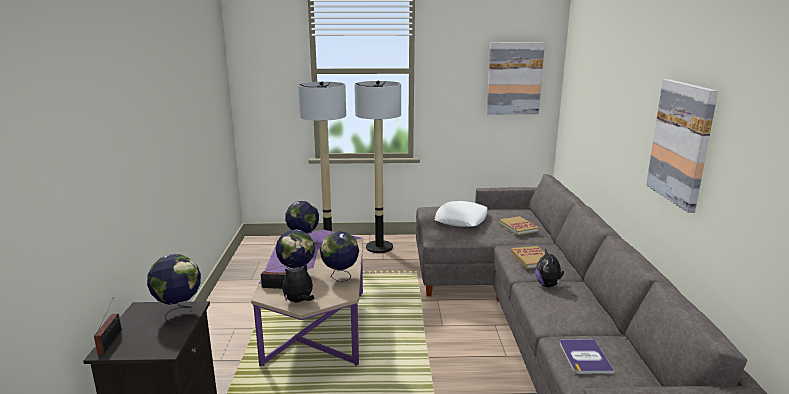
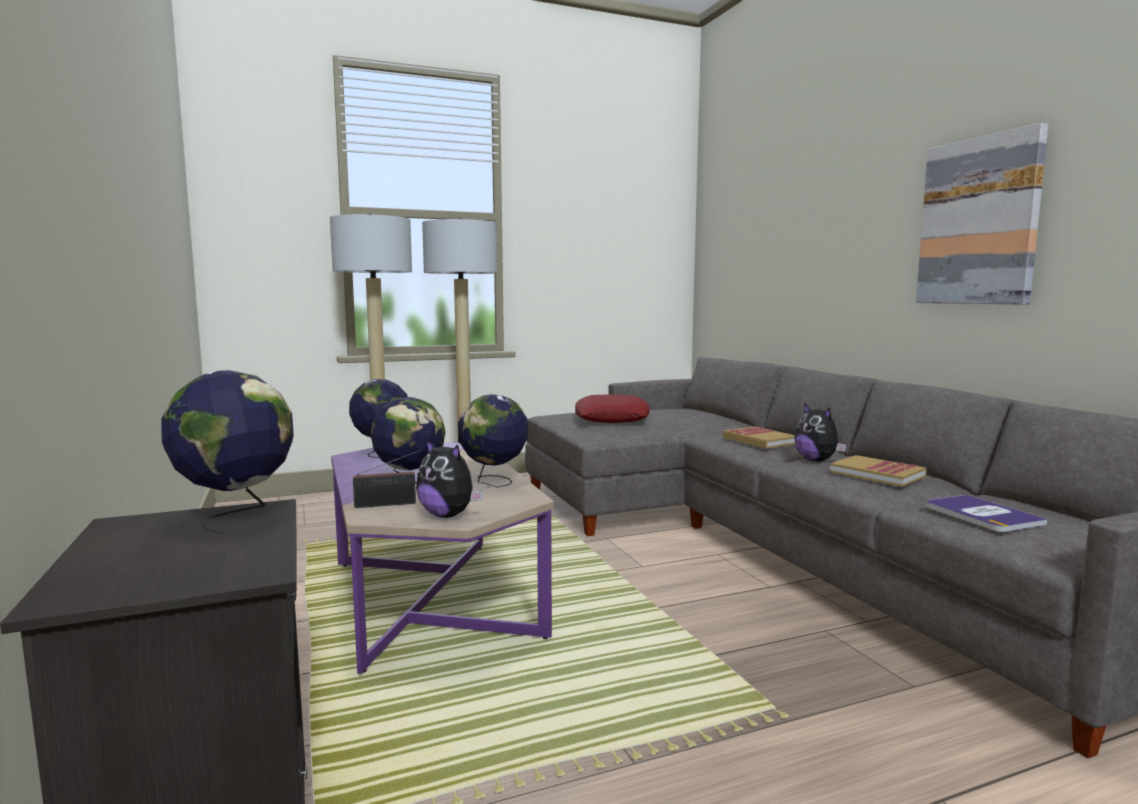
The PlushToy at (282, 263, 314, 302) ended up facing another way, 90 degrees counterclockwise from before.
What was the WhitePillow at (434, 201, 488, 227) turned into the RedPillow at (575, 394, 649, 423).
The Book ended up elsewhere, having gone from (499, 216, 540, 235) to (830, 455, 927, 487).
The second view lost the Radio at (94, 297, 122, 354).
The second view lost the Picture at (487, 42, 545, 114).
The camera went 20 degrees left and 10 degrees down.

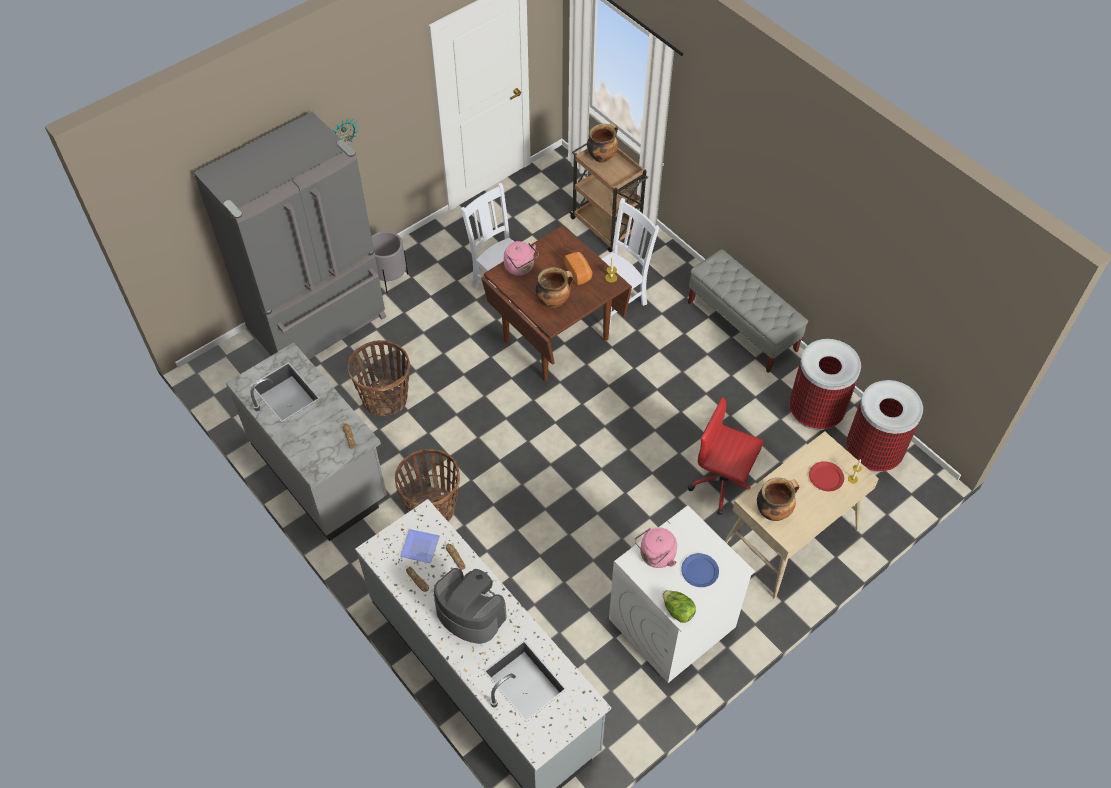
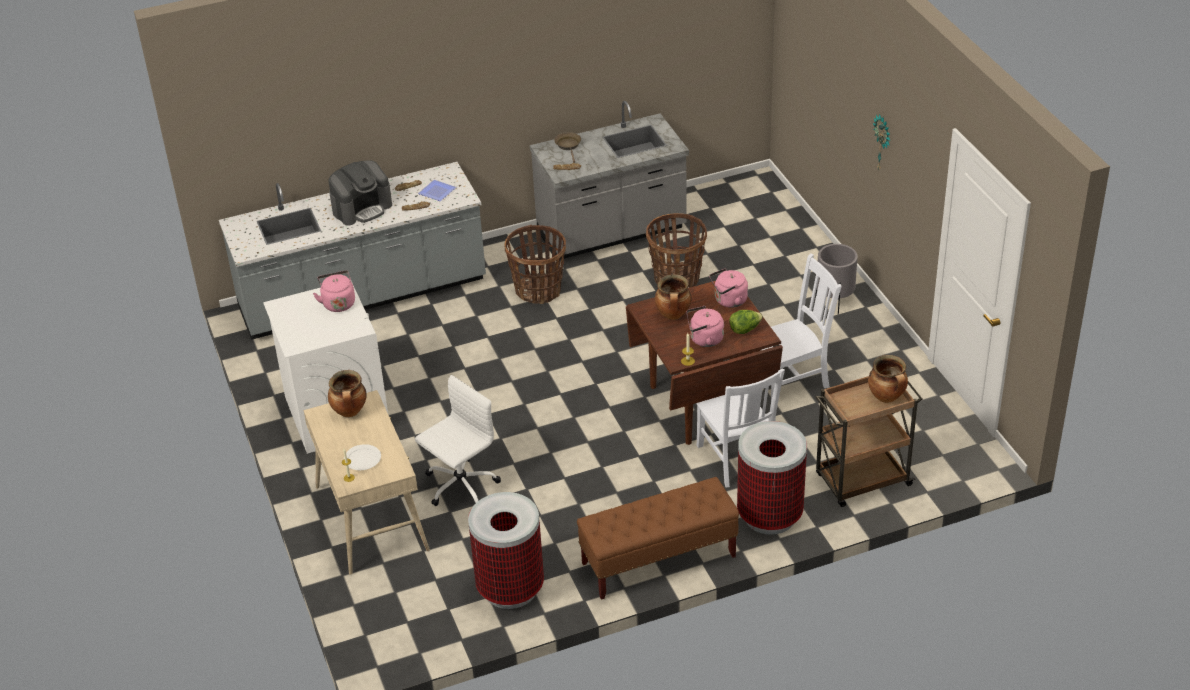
What was the RedPlate at (809, 461, 844, 491) turned into the WhitePlate at (344, 444, 381, 470).
What was the RedOfficeChair at (688, 397, 764, 515) turned into the WhiteOfficeChair at (415, 375, 501, 506).
The second view gained the BrownFryingPan at (554, 132, 581, 163).
What was the GreyBench at (688, 249, 808, 373) turned into the BrownBench at (577, 477, 739, 600).
Where the Bread stood at (564, 252, 592, 285), the PinkKettle came to stand at (686, 306, 724, 347).
The Lettuce ended up elsewhere, having gone from (663, 590, 696, 623) to (729, 310, 763, 334).
The TrashCan ended up elsewhere, having gone from (846, 380, 923, 472) to (737, 421, 807, 535).
The second view lost the GreyFridge at (194, 112, 386, 359).
The second view lost the BluePlate at (681, 553, 719, 587).
The camera went 110 degrees right and 15 degrees down.

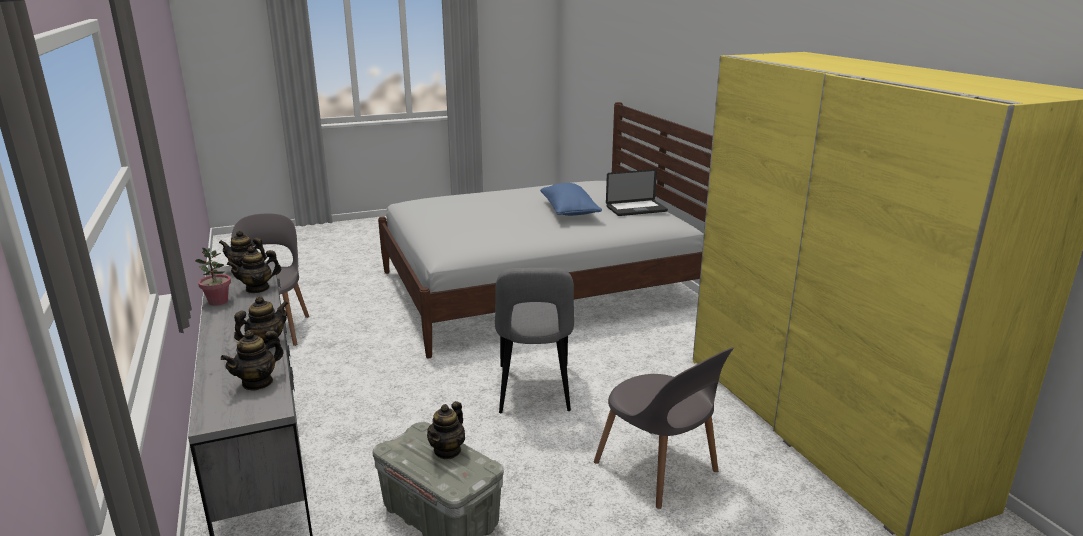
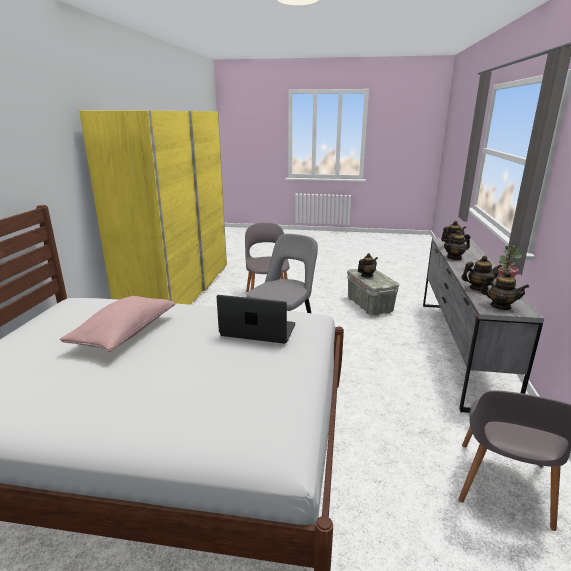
What was the BluePillow at (540, 183, 602, 216) turned into the PinkPillow at (60, 296, 175, 352).
The Laptop ended up elsewhere, having gone from (606, 169, 668, 216) to (217, 295, 295, 344).
The camera went 150 degrees left and 0 degrees up.

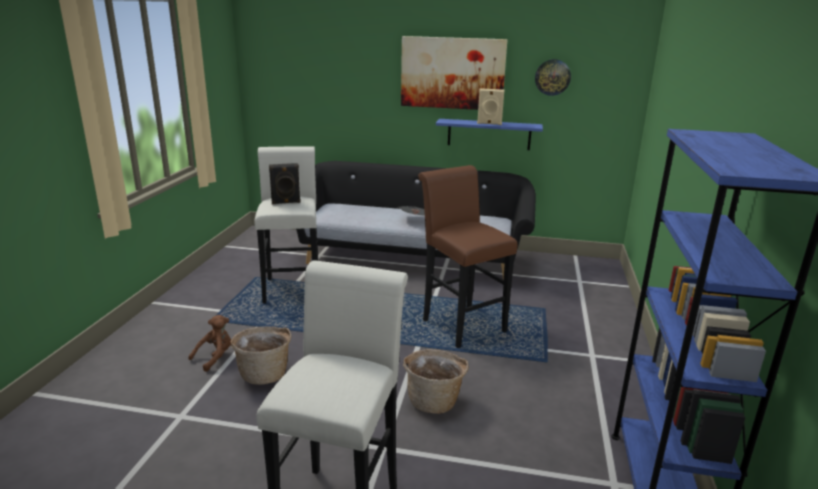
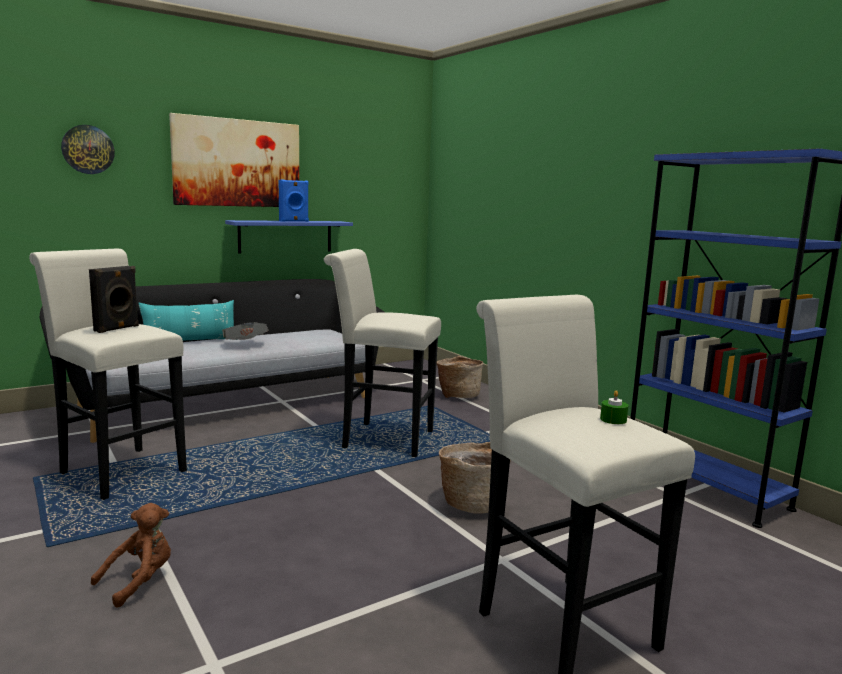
The WallClock ended up elsewhere, having gone from (535, 59, 571, 96) to (61, 125, 115, 174).
The BrownPlushToy at (189, 315, 231, 372) ended up facing another way, 45 degrees clockwise from before.
The second view gained the TurquoisePillow at (139, 300, 234, 341).
What was the BeigeSpeaker at (477, 88, 505, 125) turned into the BlueSpeaker at (279, 179, 309, 222).
What was the BrownStool at (418, 165, 518, 348) turned into the WhiteStool at (324, 249, 441, 457).
The Basket ended up elsewhere, having gone from (231, 326, 291, 385) to (437, 356, 483, 398).
The second view gained the GreenCandle at (600, 390, 629, 424).
The camera went 45 degrees left and 10 degrees down.

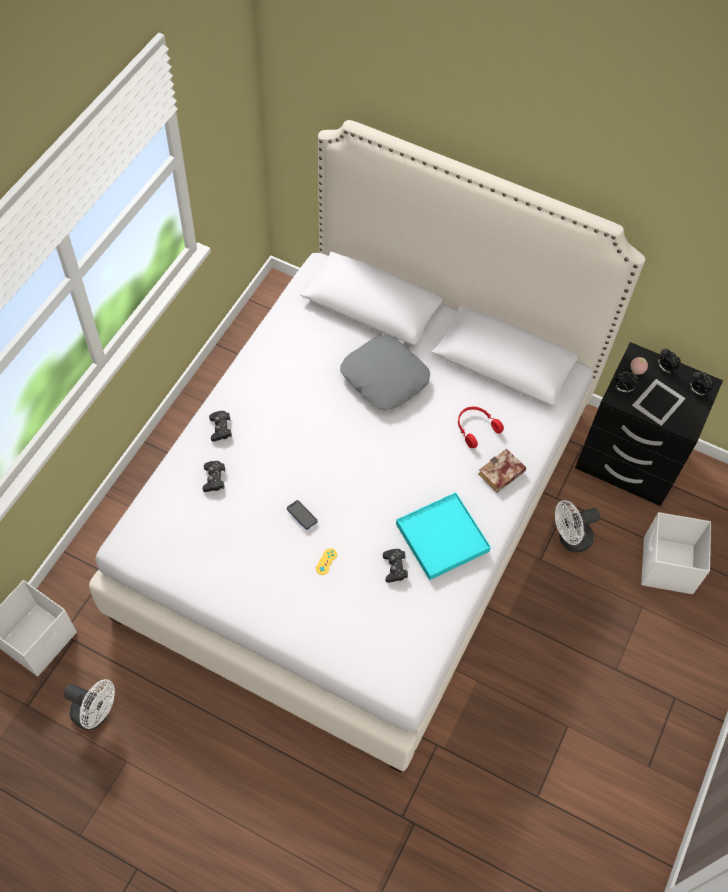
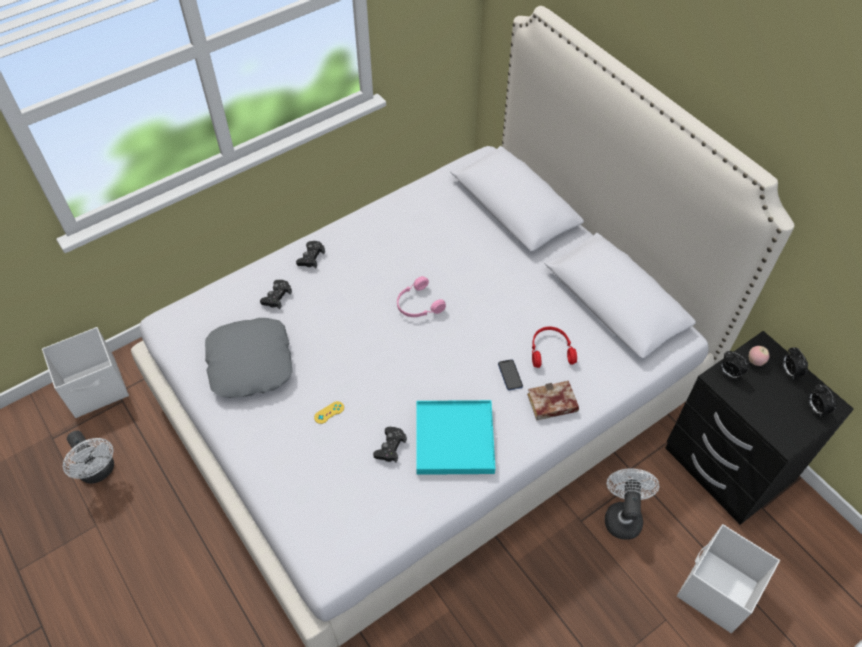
The GreyPillow ended up elsewhere, having gone from (340, 335, 430, 410) to (205, 318, 293, 398).
The second view gained the PinkHeadphones at (397, 276, 446, 317).
The Phone ended up elsewhere, having gone from (287, 500, 318, 530) to (498, 359, 523, 390).
The WhiteFan at (555, 500, 600, 552) ended up facing another way, 90 degrees clockwise from before.
The second view lost the PictureFrame at (632, 379, 685, 426).
The camera went 30 degrees right and 5 degrees down.

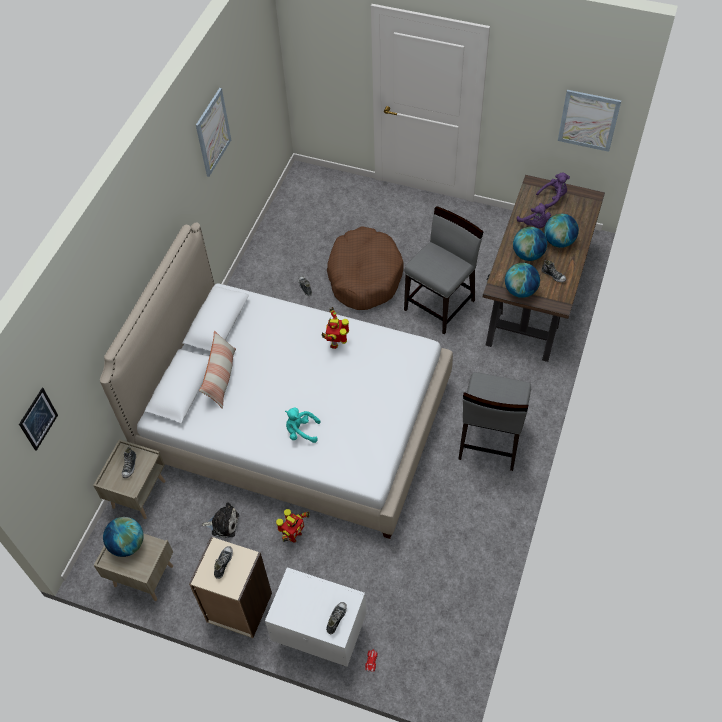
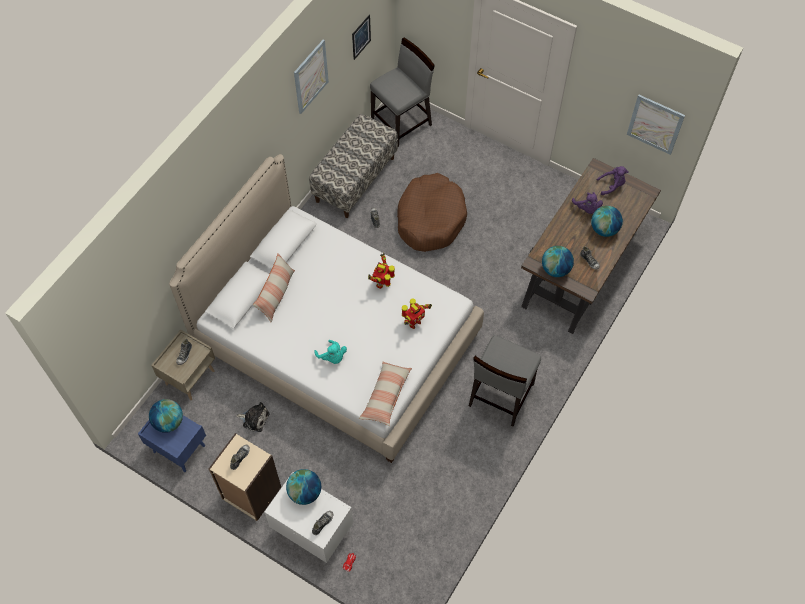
What was the BeigeNightstand at (94, 533, 173, 601) turned into the BlueNightstand at (138, 415, 206, 472).
The Globe ended up elsewhere, having gone from (513, 227, 547, 261) to (286, 469, 321, 505).
The second view gained the Bench at (309, 114, 398, 218).
The TurquoisePlushToy at (285, 407, 321, 443) ended up facing another way, 150 degrees counterclockwise from before.
The Picture ended up elsewhere, having gone from (19, 388, 58, 451) to (352, 15, 371, 60).
The second view gained the Pillow at (359, 362, 412, 426).
The GreyChair ended up elsewhere, having gone from (404, 206, 484, 334) to (370, 38, 435, 147).
The ToyRobot ended up elsewhere, having gone from (276, 509, 310, 542) to (402, 298, 432, 329).
The camera went 10 degrees right and 5 degrees up.

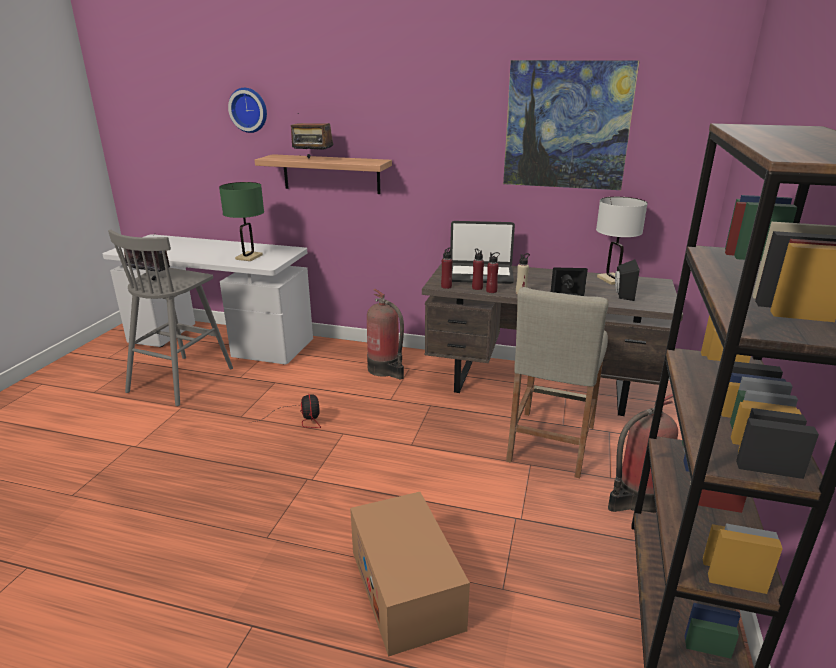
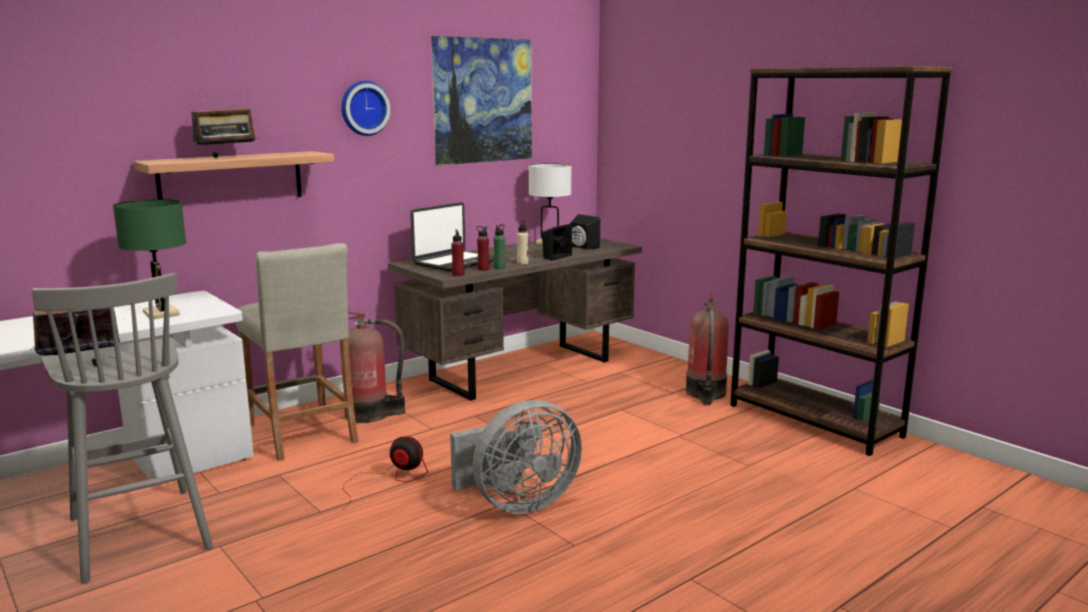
The BeigeStool ended up elsewhere, having gone from (506, 287, 609, 478) to (236, 243, 358, 461).
The WallClock ended up elsewhere, having gone from (228, 88, 267, 133) to (341, 81, 390, 136).
The second view gained the GreyFan at (450, 400, 582, 514).
What was the RedBottle at (486, 252, 500, 293) turned into the GreenBottle at (494, 224, 506, 269).
The second view lost the CardboardBox at (350, 492, 470, 657).
The camera went 55 degrees left and 10 degrees down.

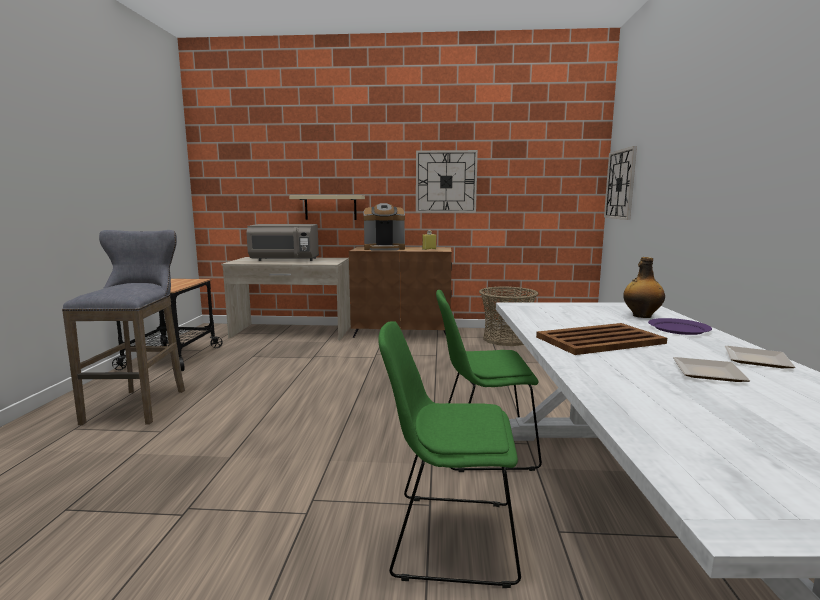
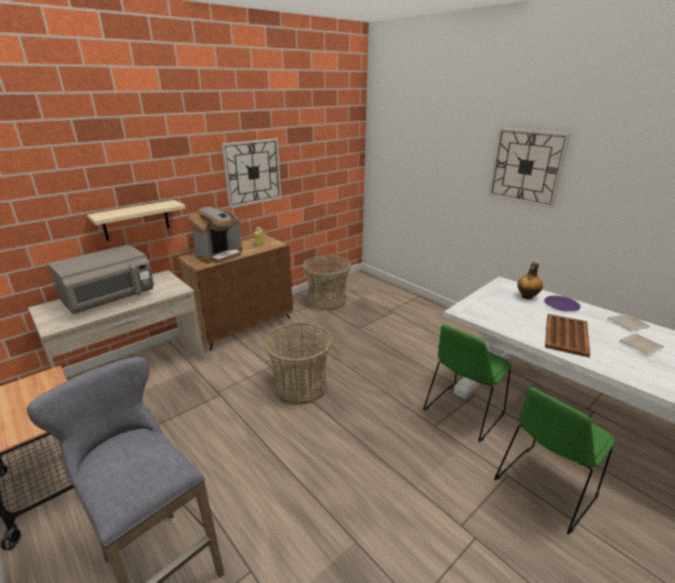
The second view gained the Basket at (263, 322, 333, 405).
The WallClock ended up elsewhere, having gone from (604, 146, 637, 220) to (488, 128, 571, 208).
The camera went 45 degrees left and 15 degrees up.

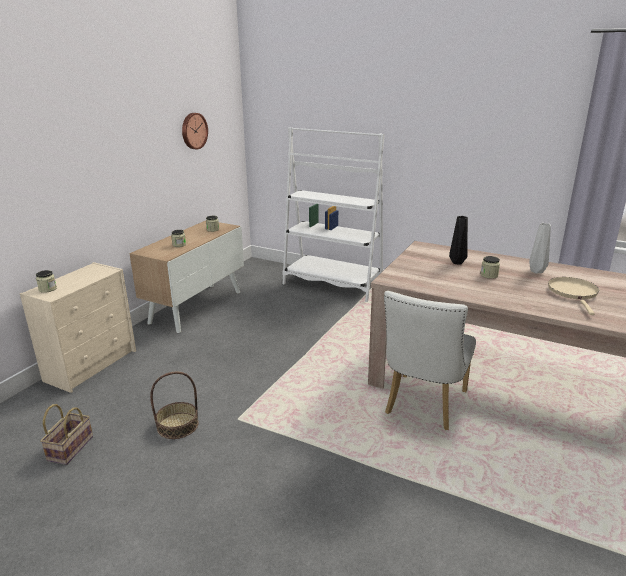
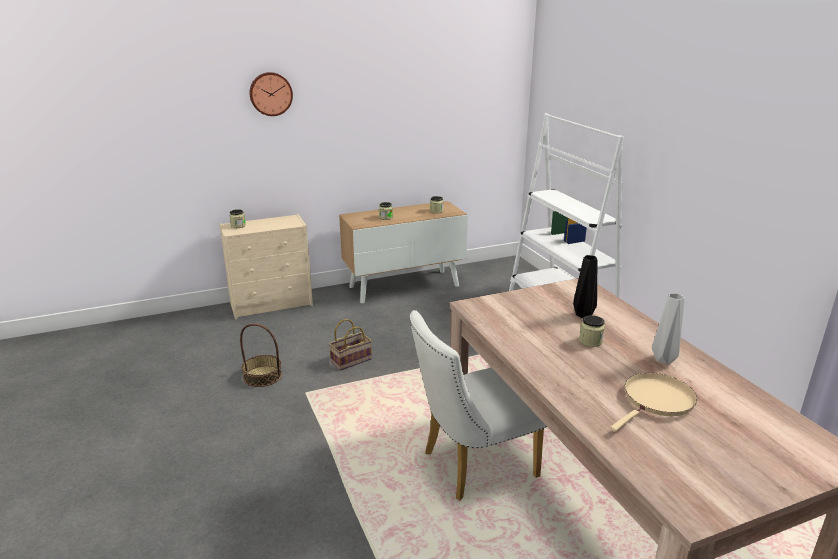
The WallClock ended up elsewhere, having gone from (182, 113, 208, 149) to (249, 72, 293, 116).
The Basket ended up elsewhere, having gone from (40, 404, 93, 465) to (329, 319, 372, 371).
The camera went 40 degrees right and 0 degrees up.

